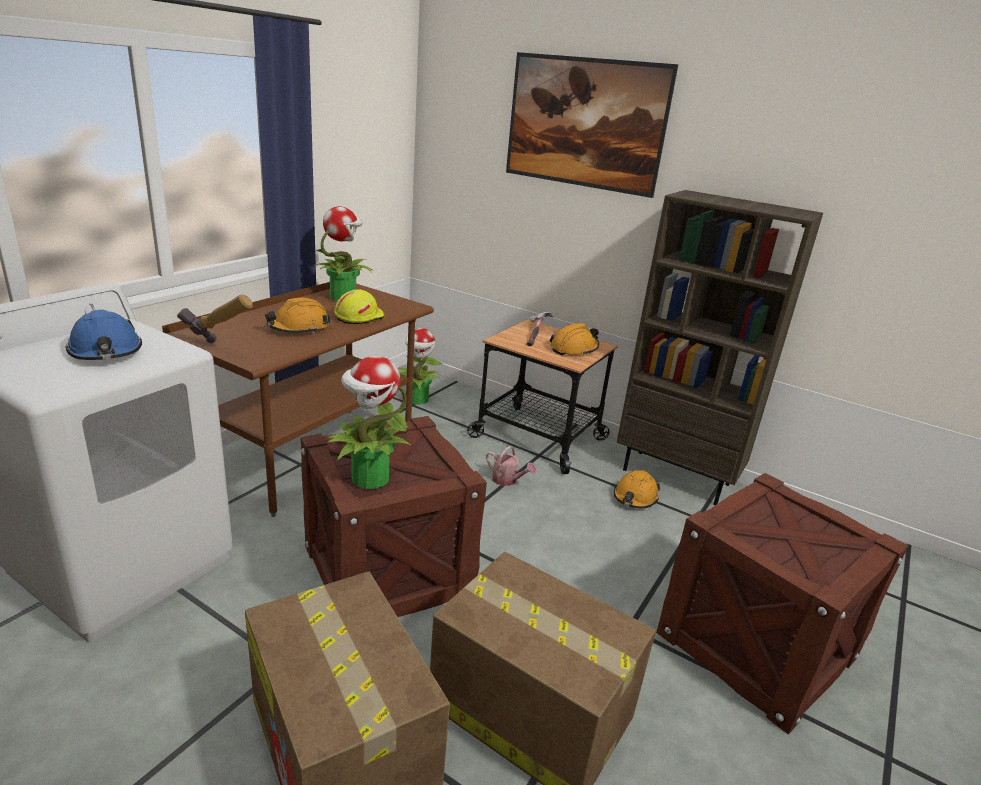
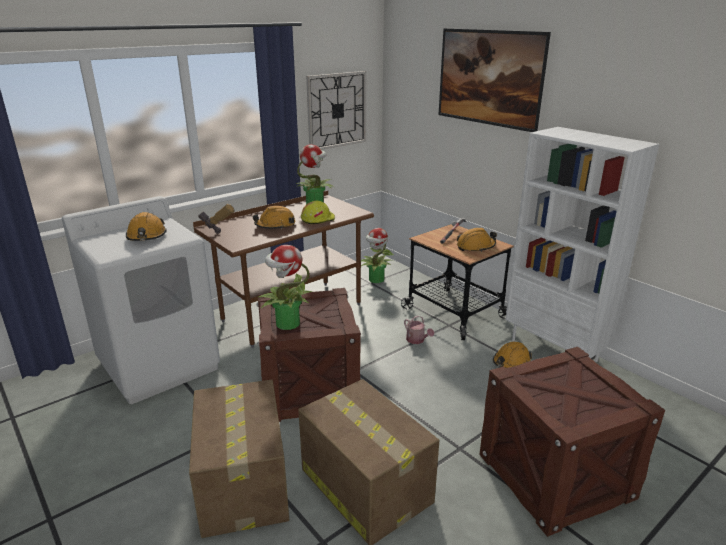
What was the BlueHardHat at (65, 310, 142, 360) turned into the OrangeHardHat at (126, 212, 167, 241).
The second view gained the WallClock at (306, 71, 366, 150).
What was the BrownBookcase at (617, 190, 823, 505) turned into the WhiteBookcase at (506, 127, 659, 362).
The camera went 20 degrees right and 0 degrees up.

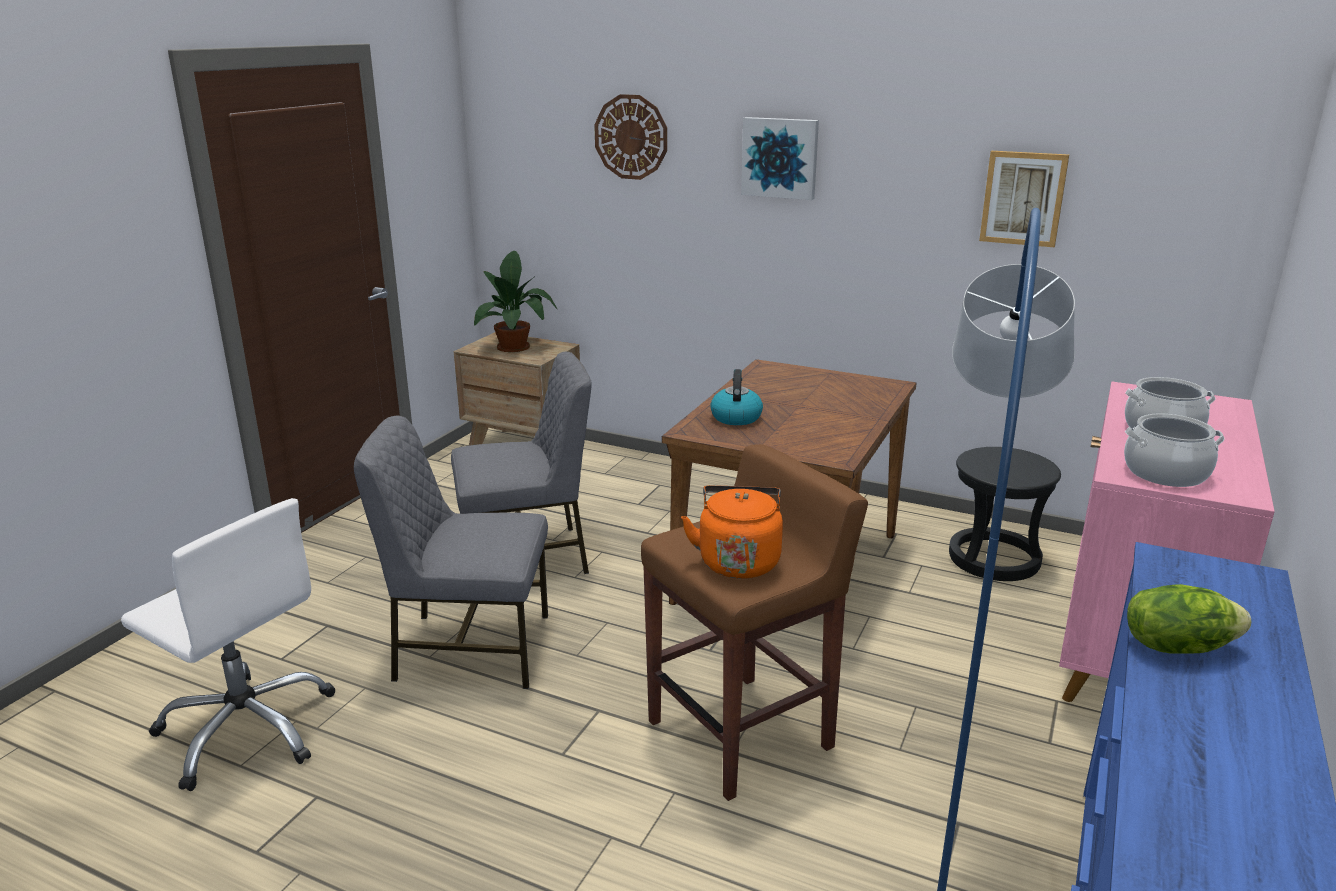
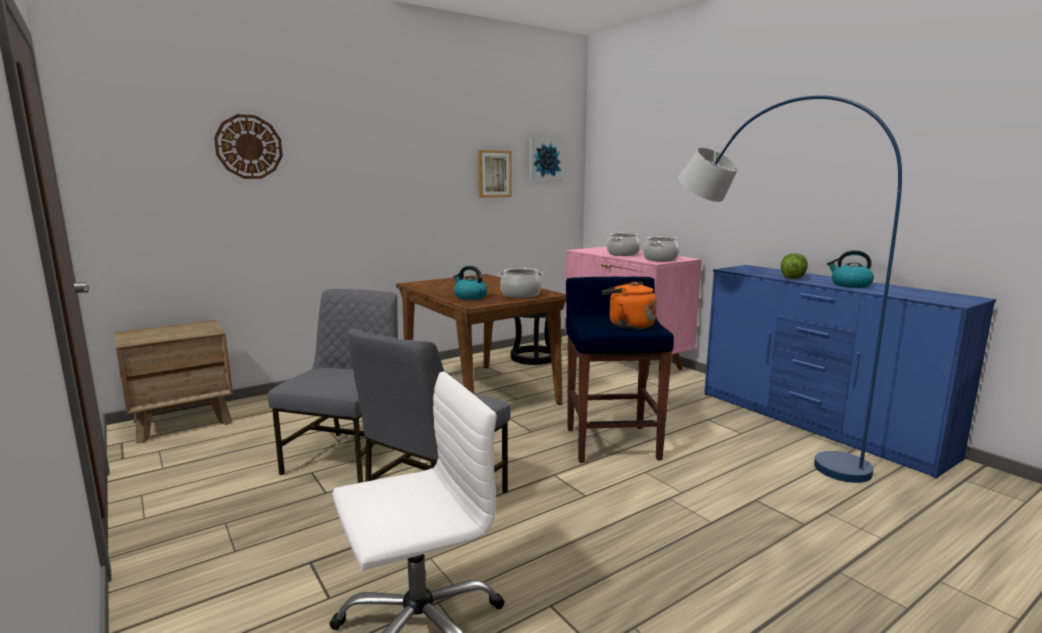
The second view gained the CookingPot at (498, 268, 544, 298).
The Picture ended up elsewhere, having gone from (741, 117, 819, 200) to (529, 138, 564, 181).
What was the BrownStool at (641, 444, 868, 801) turned into the BlueStool at (566, 277, 674, 463).
The second view gained the Kettle at (827, 250, 874, 288).
The second view lost the PottedPlant at (474, 251, 557, 352).
The camera went 60 degrees left and 10 degrees down.

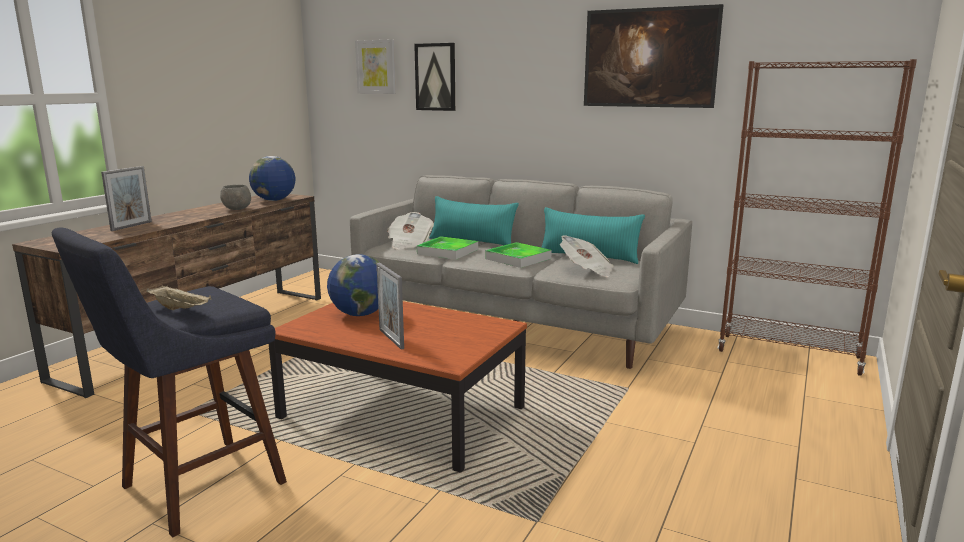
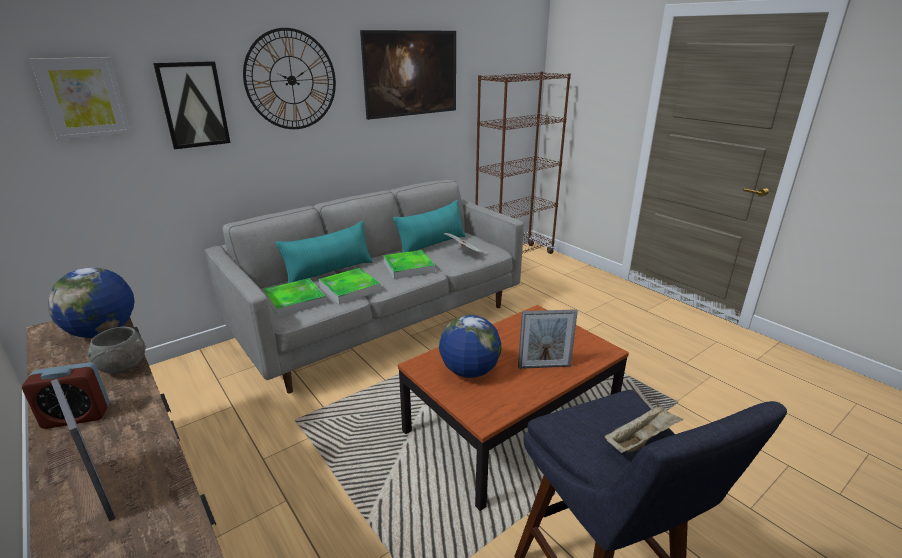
The second view gained the AlarmClock at (22, 362, 110, 429).
The second view gained the WallClock at (243, 28, 336, 129).
Where the Newspaper stood at (387, 212, 434, 249), the Tray came to stand at (264, 278, 326, 317).
The camera went 65 degrees left and 10 degrees up.

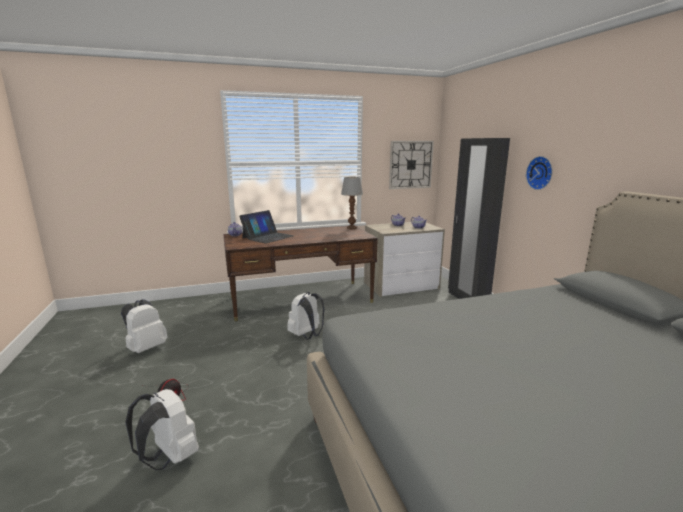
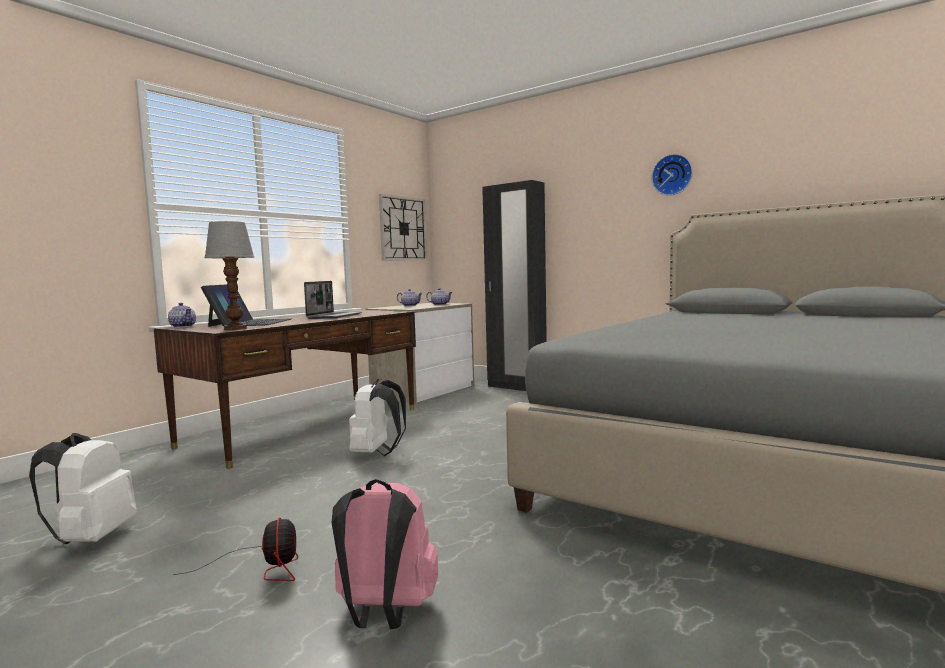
The TableLamp ended up elsewhere, having gone from (341, 177, 363, 229) to (204, 221, 254, 330).
The second view gained the Laptop at (304, 281, 362, 319).
What was the WhiteBackpack at (126, 389, 199, 470) turned into the PinkBackpack at (332, 479, 438, 629).
The WallClock ended up elsewhere, having gone from (526, 156, 553, 190) to (652, 154, 693, 196).
The camera went 35 degrees left and 10 degrees down.

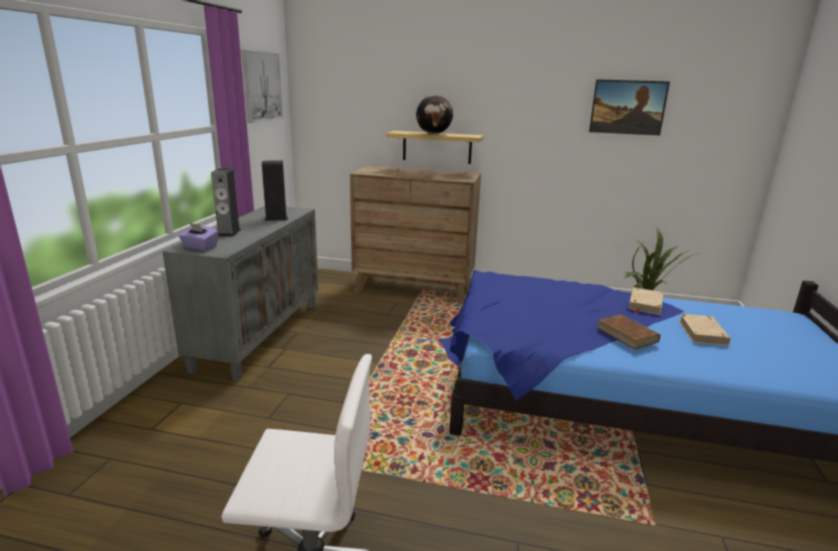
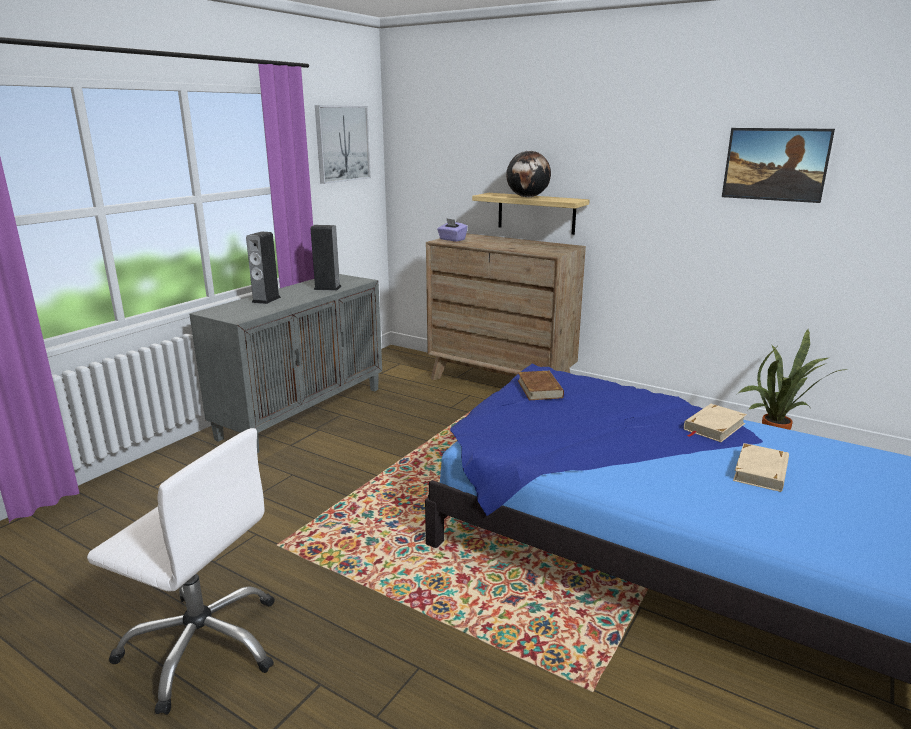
The PurpleTissueBox ended up elsewhere, having gone from (179, 223, 219, 251) to (437, 218, 468, 242).
The BrownBook ended up elsewhere, having gone from (597, 314, 660, 349) to (518, 371, 564, 400).
The camera went 20 degrees right and 0 degrees up.

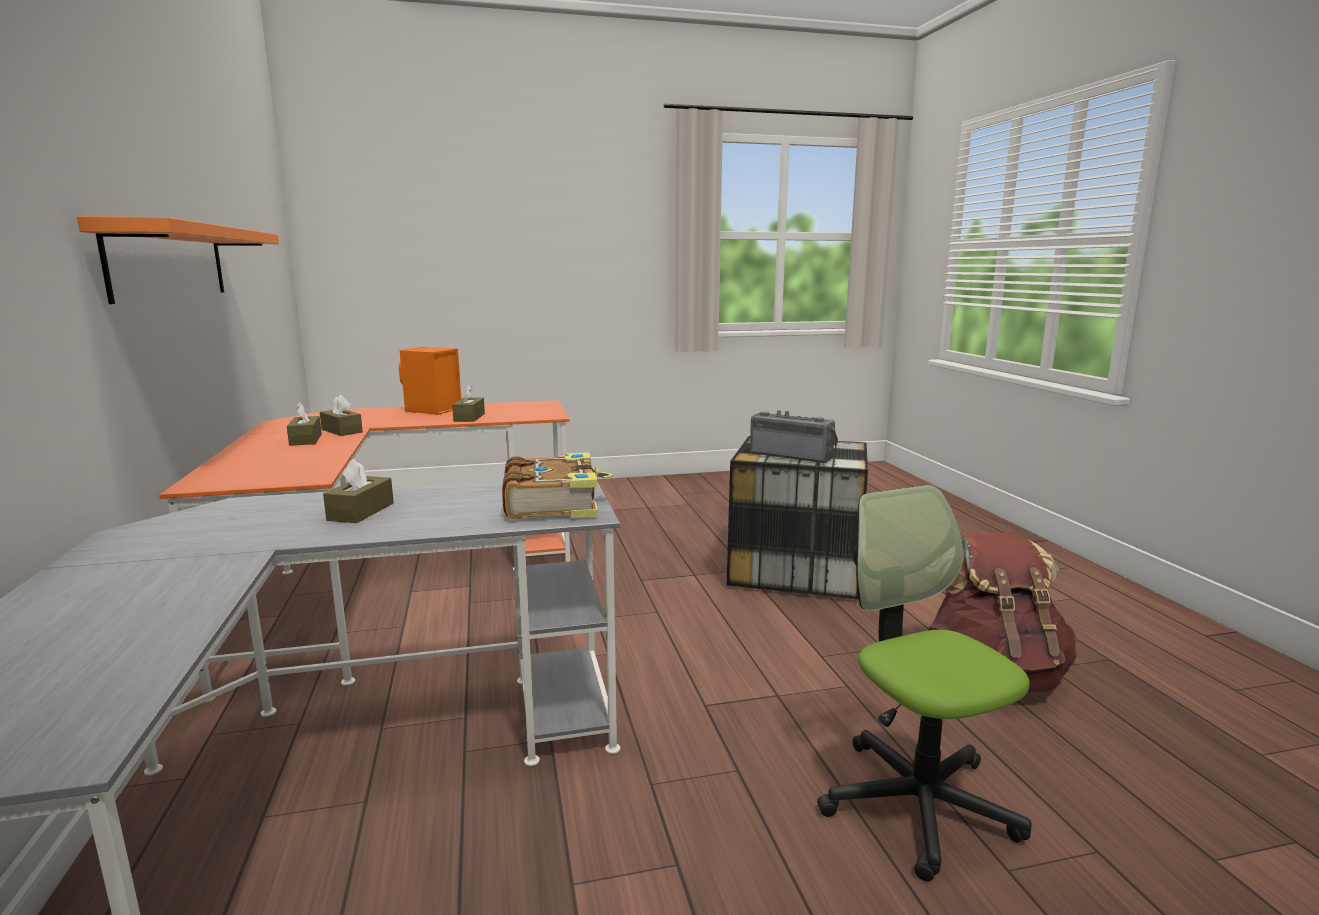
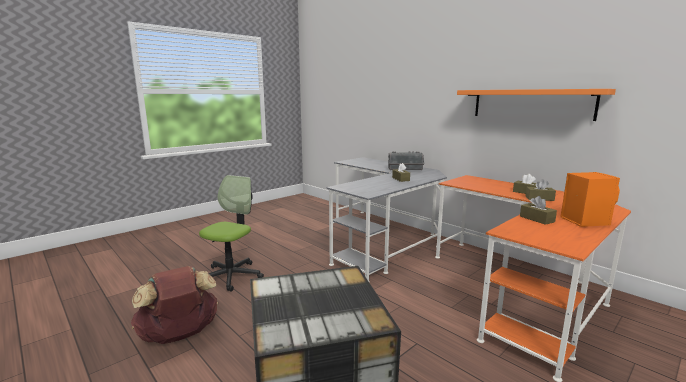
The OfficeChair at (817, 485, 1031, 881) ended up facing another way, 105 degrees counterclockwise from before.
The Radio ended up elsewhere, having gone from (750, 410, 838, 463) to (388, 151, 424, 170).
The second view lost the Book at (502, 452, 612, 520).
The camera went 150 degrees right and 0 degrees up.

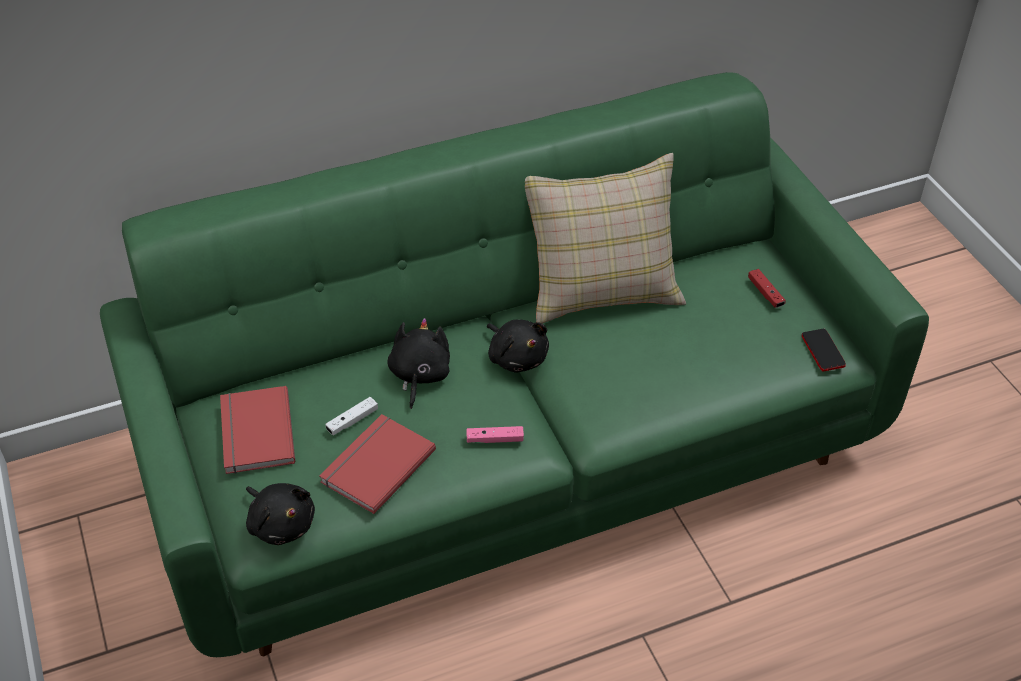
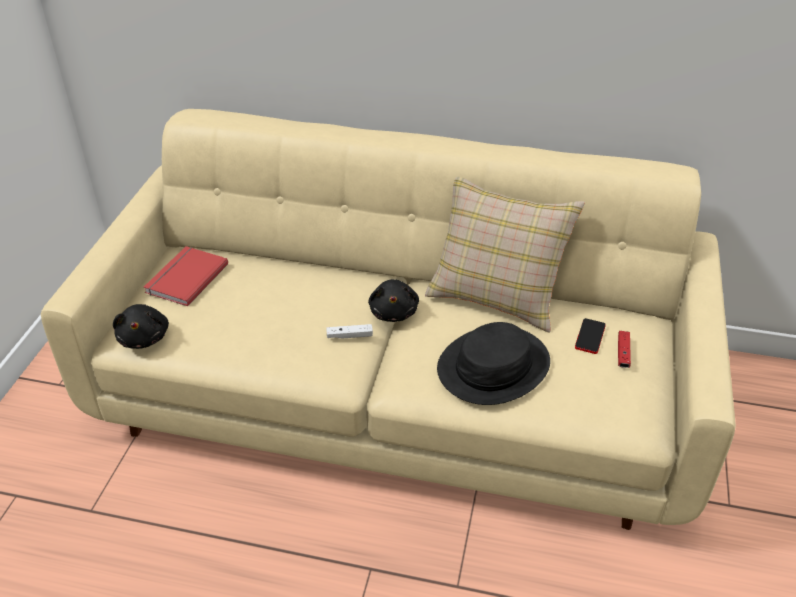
What was the GreenSofa at (100, 72, 929, 657) turned into the BeigeSofa at (41, 109, 736, 530).
The WhiteGameController ended up elsewhere, having gone from (325, 397, 378, 435) to (326, 324, 373, 338).
The second view gained the BlackHat at (437, 322, 550, 405).
The Phone ended up elsewhere, having gone from (802, 329, 846, 372) to (575, 318, 606, 354).
The second view lost the RedBook at (319, 414, 436, 514).
The second view lost the BlackPlushToy at (388, 318, 450, 409).
The second view lost the PinkGameController at (466, 426, 524, 443).
The camera went 35 degrees right and 5 degrees down.

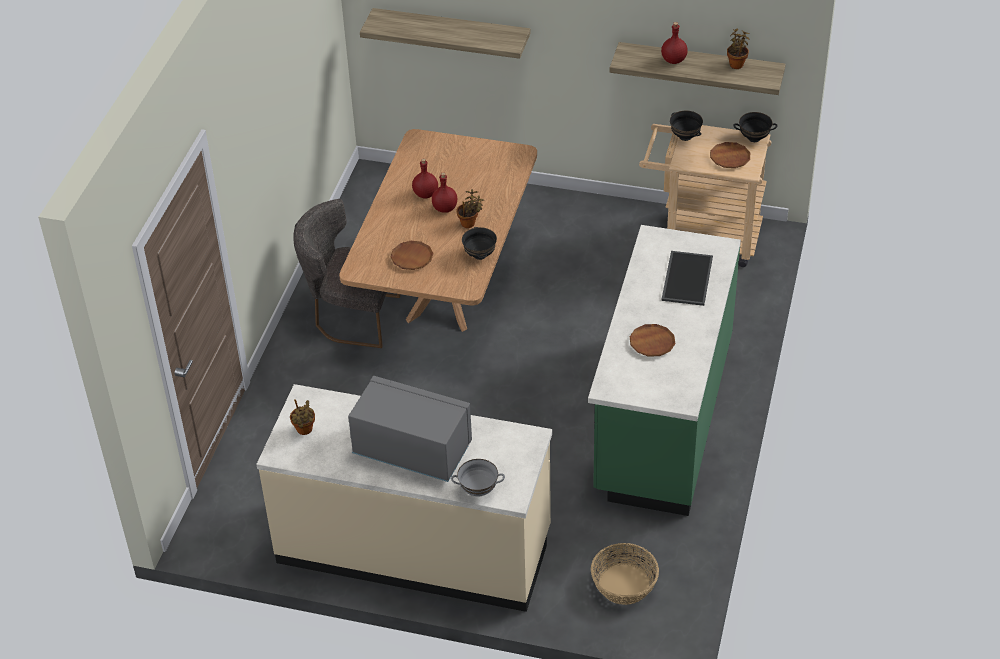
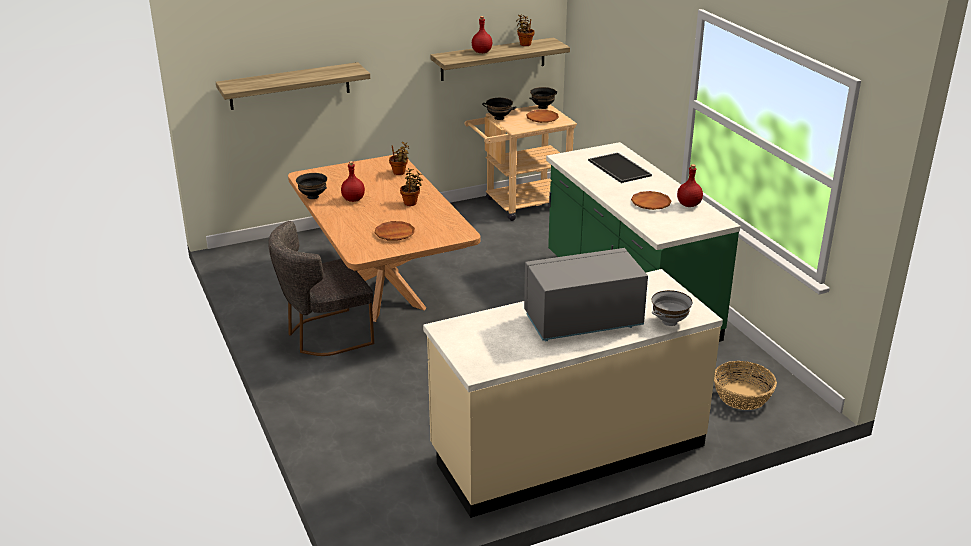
The BlackBowl ended up elsewhere, having gone from (462, 227, 497, 260) to (296, 173, 327, 199).
The PottedPlant ended up elsewhere, having gone from (290, 399, 315, 435) to (389, 142, 409, 175).
The RedBottle ended up elsewhere, having gone from (432, 172, 457, 213) to (677, 164, 703, 207).
The camera went 40 degrees left and 15 degrees down.

